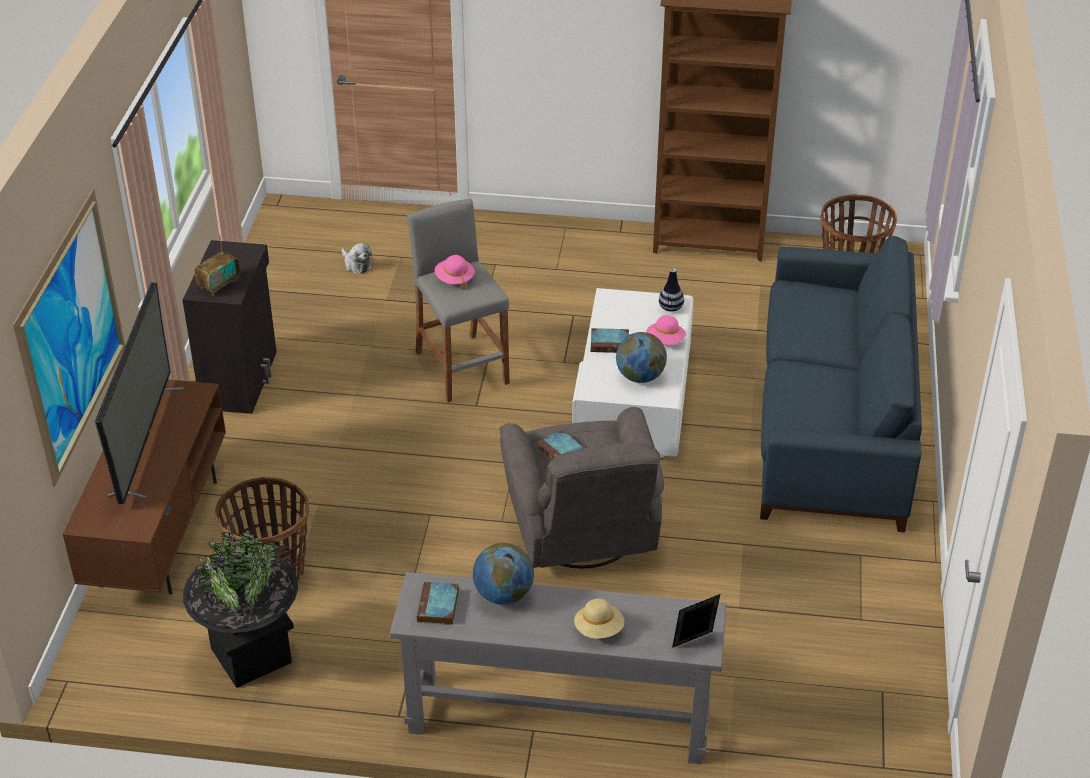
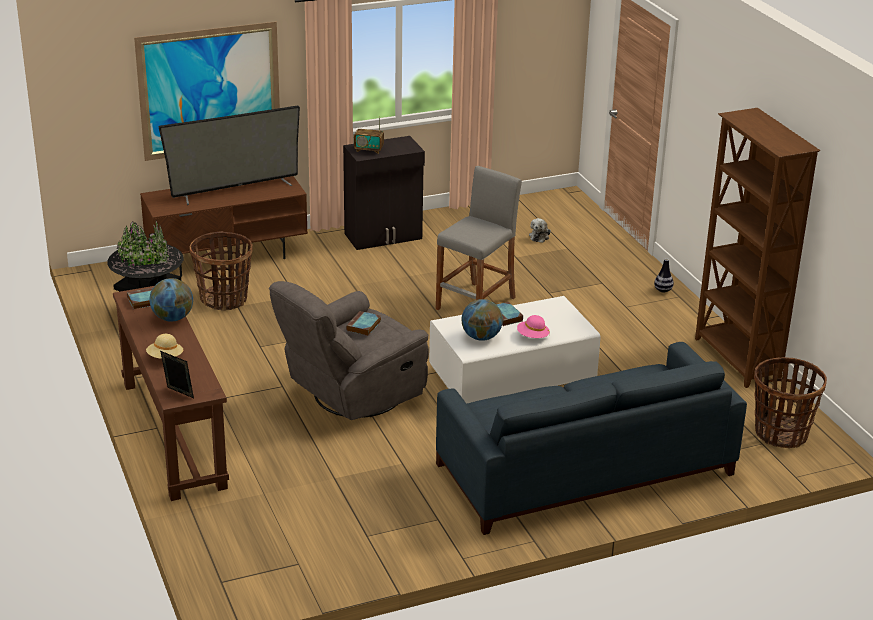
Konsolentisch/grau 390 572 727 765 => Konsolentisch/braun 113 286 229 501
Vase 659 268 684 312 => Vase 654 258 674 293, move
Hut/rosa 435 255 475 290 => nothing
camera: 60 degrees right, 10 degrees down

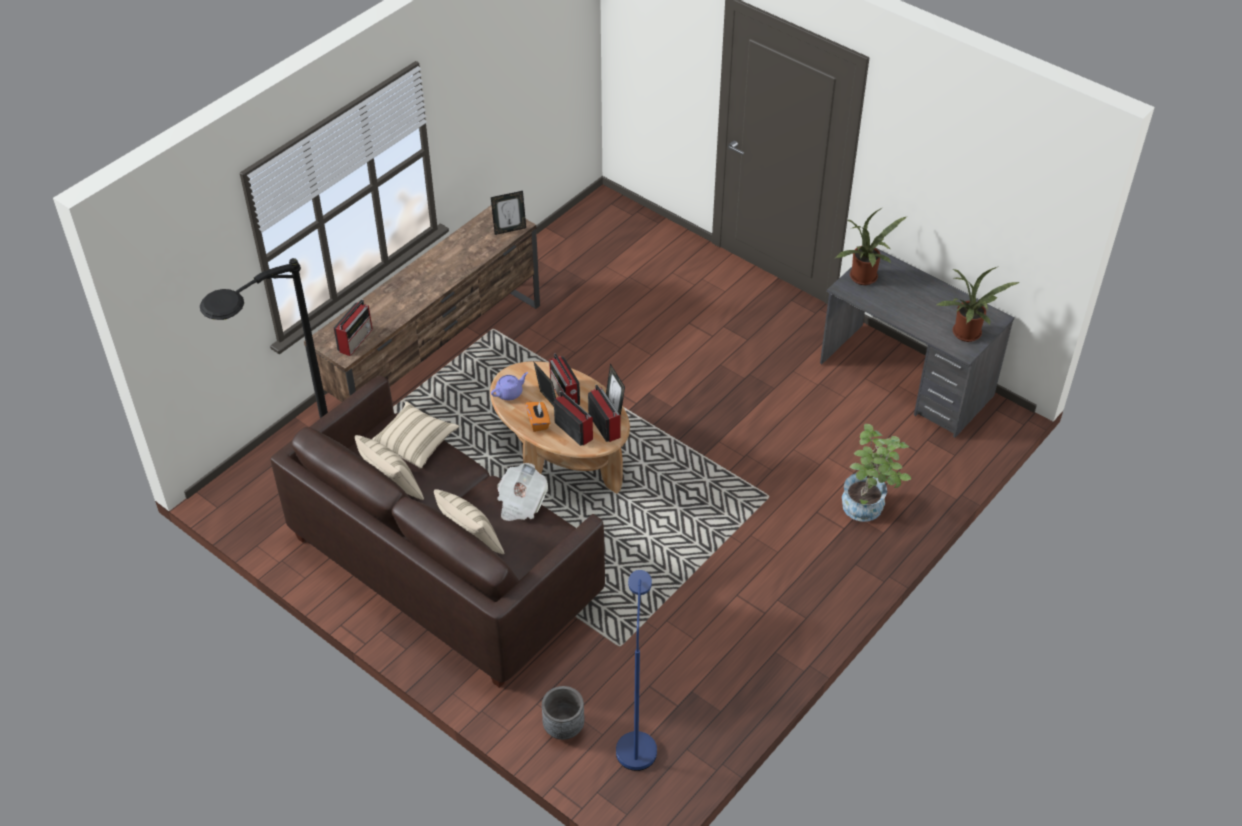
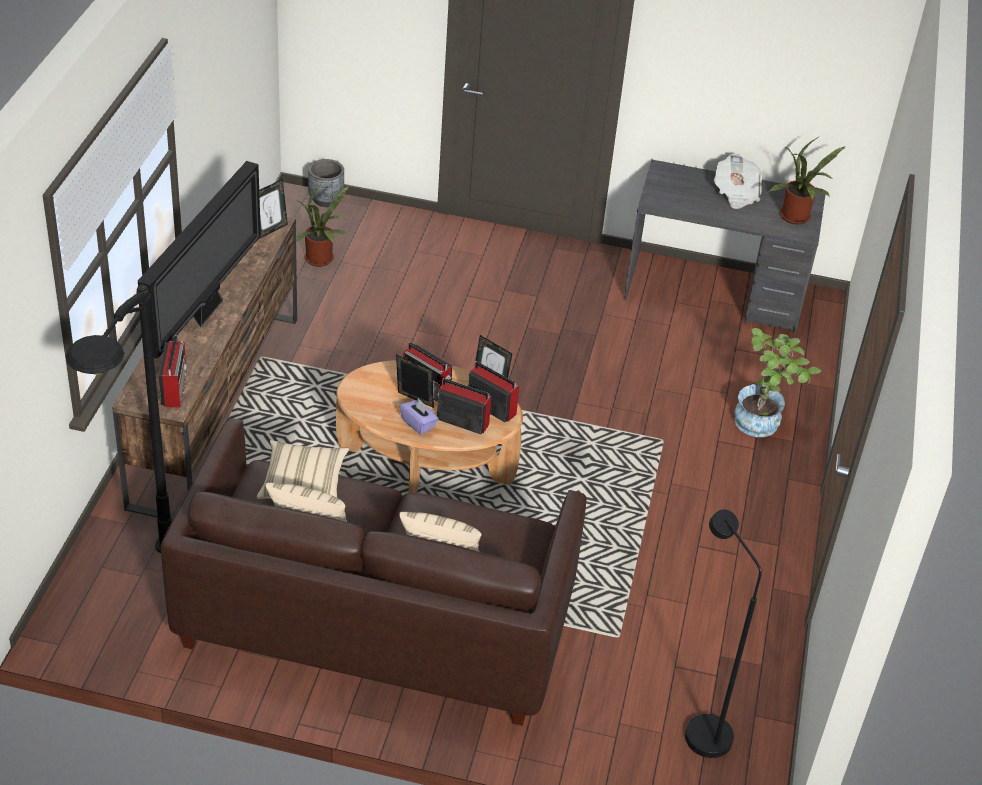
nothing => Fernseher 138 161 261 359
Topfpflanze 835 207 906 285 => Topfpflanze 296 181 349 267, move
Pflanzkübel/grau 542 686 584 740 => Pflanzkübel/grau 308 159 344 207, move
Taschentuchbox/orange 526 402 550 432 => Taschentuchbox/lila 400 398 439 435
Stehlampe/blau 616 570 657 771 => Stehlampe/schwarz 685 509 762 758
Zeitung 497 463 548 521 => Zeitung 714 154 762 209, move
Teekanne/lila 491 372 528 400 => nothing
camera: 30 degrees left, 5 degrees down

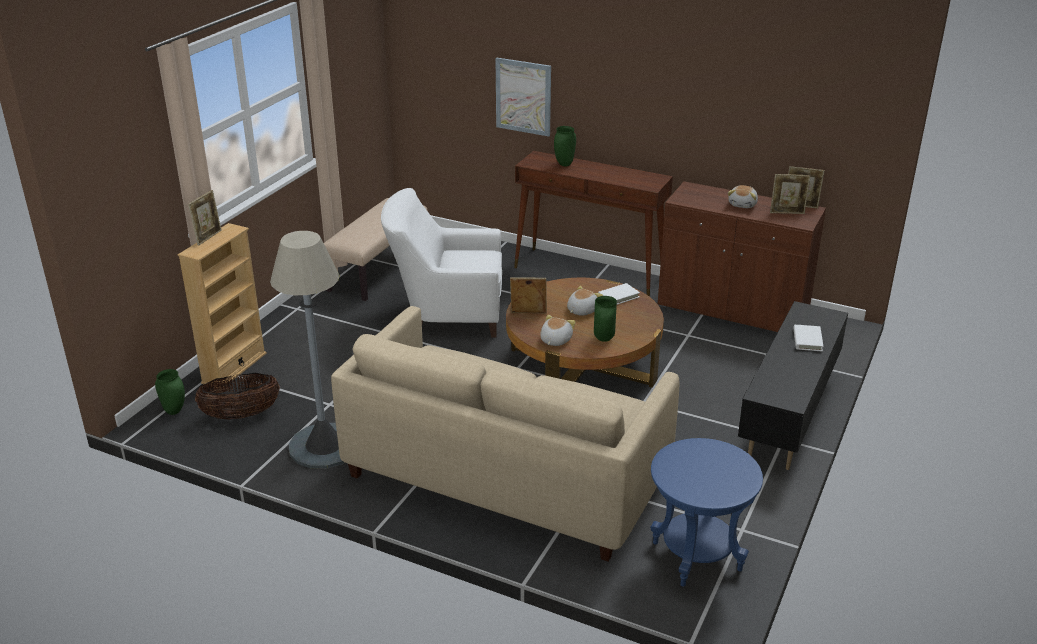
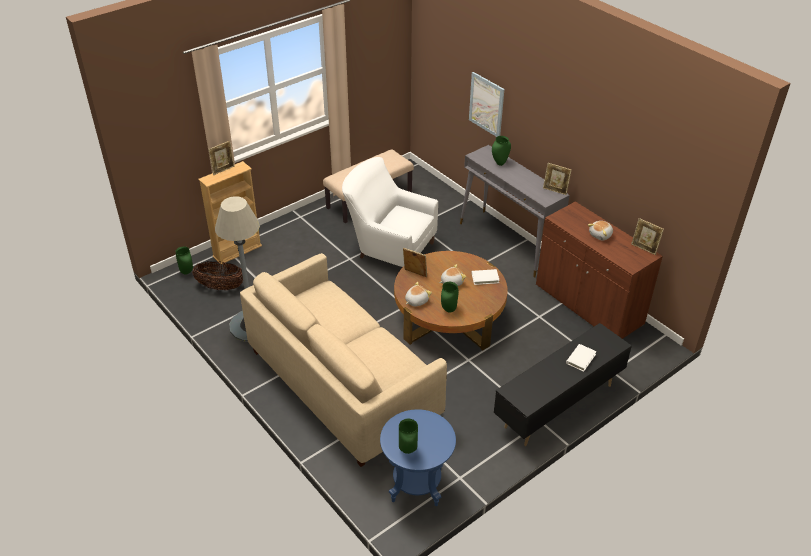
nothing => Vase/grün 399 419 418 454
Konsolentisch/braun 514 151 673 297 => Konsolentisch/grau 460 145 570 278
Bilderrahmen 770 174 810 214 => Bilderrahmen 543 163 572 195, move
camera: 25 degrees right, 10 degrees up

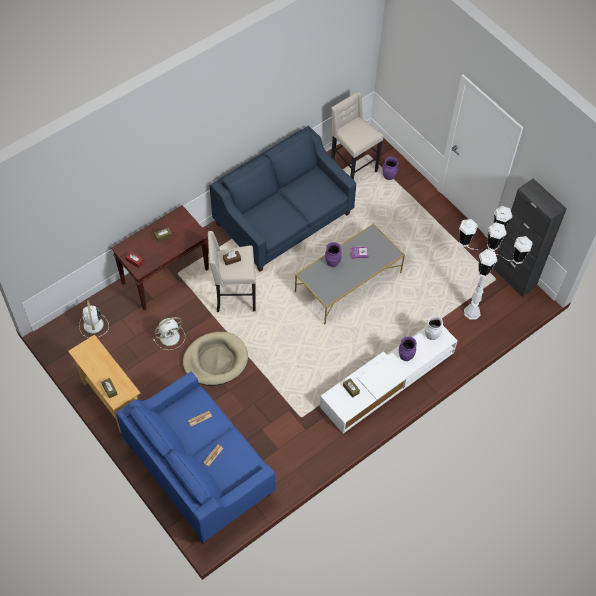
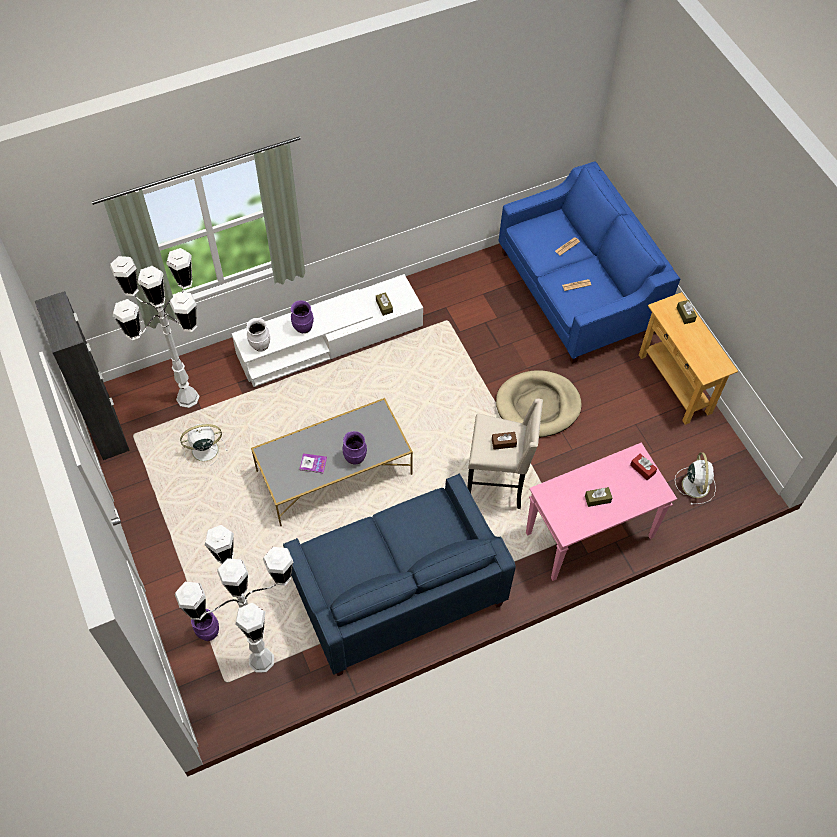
Hocker/beige 331 92 383 180 => Stehlampe/weiß 175 525 293 673
Ventilator/weiß 153 317 185 350 => Ventilator/weiß 180 424 228 467, move
Konsolentisch/braun 111 205 209 310 => Konsolentisch/rosa 526 443 677 581
camera: 165 degrees left, 0 degrees up

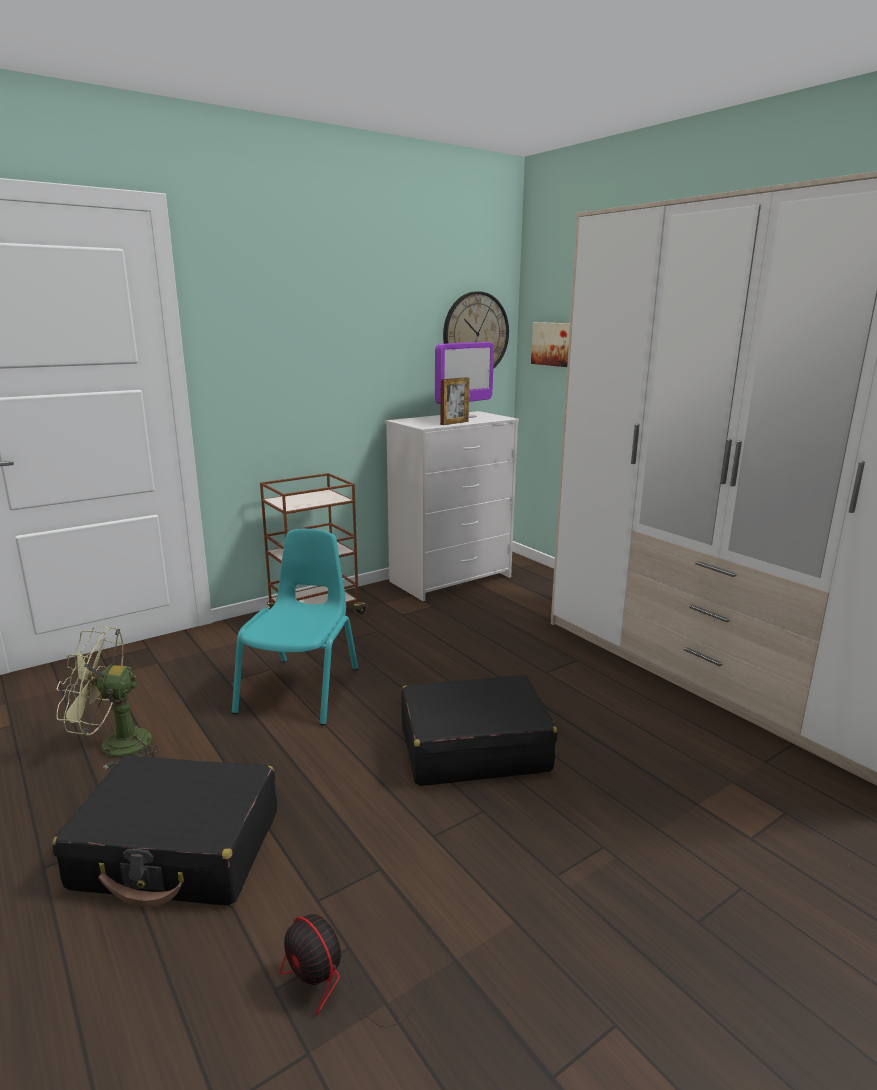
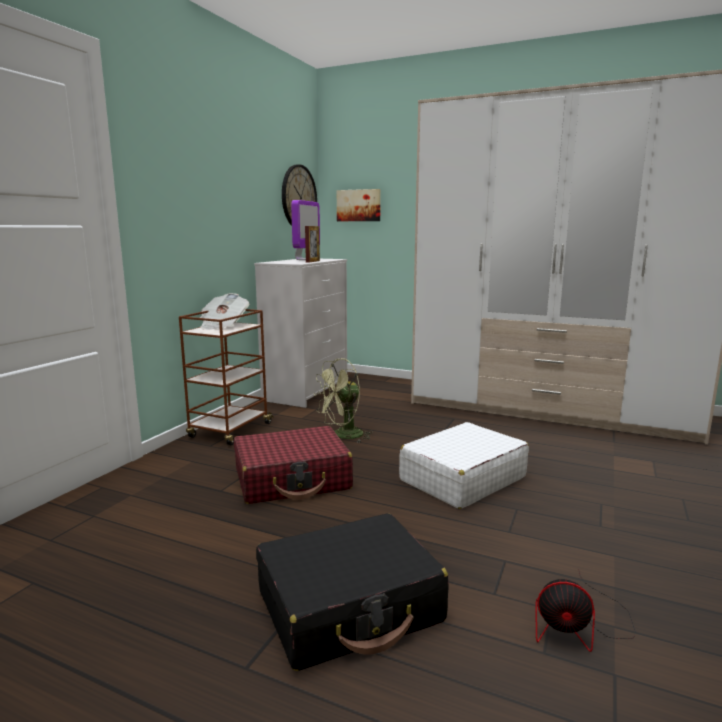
nothing => Zeitung 200 293 249 330
Stuhl/türkis 232 529 358 726 => Koffer/rot 234 426 353 504
Ventilator/grün 56 626 161 769 => Ventilator/grün 314 358 373 442, move
Koffer/schwarz 401 675 557 786 => Koffer/weiß 399 422 529 509
camera: 30 degrees left, 5 degrees down

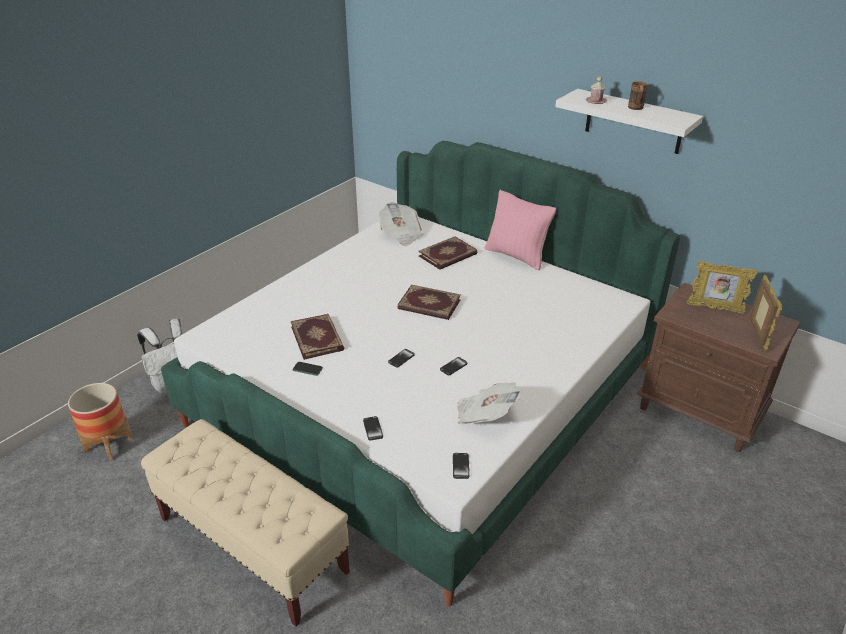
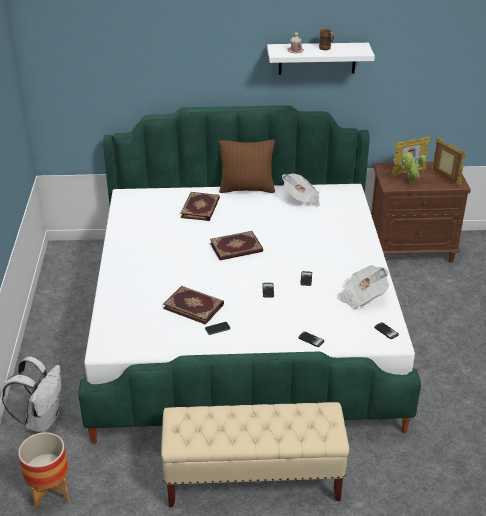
Kissen/rosa 485 190 557 270 => Kissen/braun 219 140 275 193
Zeitung 379 202 423 246 => Zeitung 282 173 320 206, move
nothing => Topfpflanze 402 152 427 184
camera: 40 degrees left, 0 degrees up

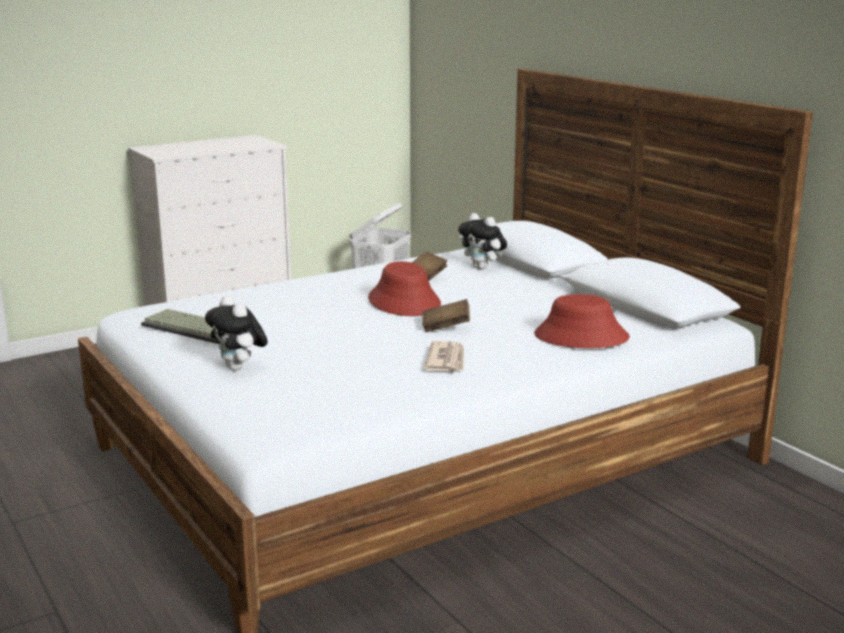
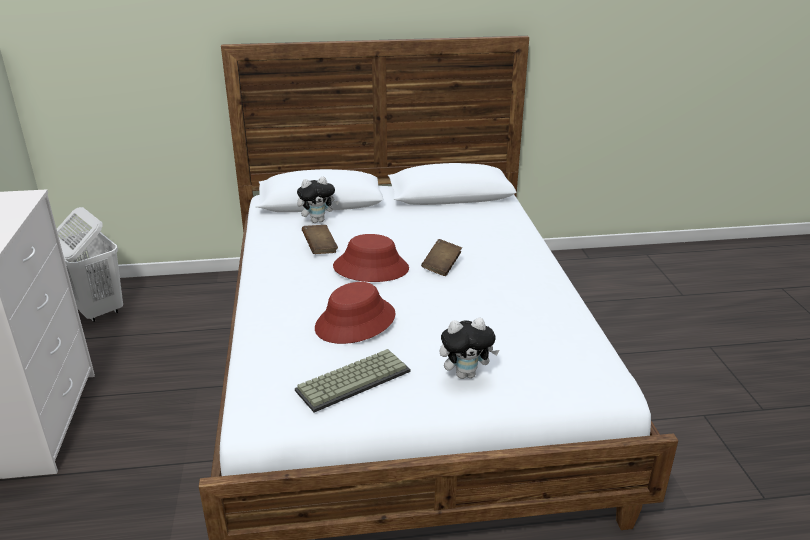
Hut/rot 534 294 630 348 => Hut/rot 315 282 395 344, move
Zeitung 424 341 464 372 => nothing
camera: 65 degrees left, 10 degrees up

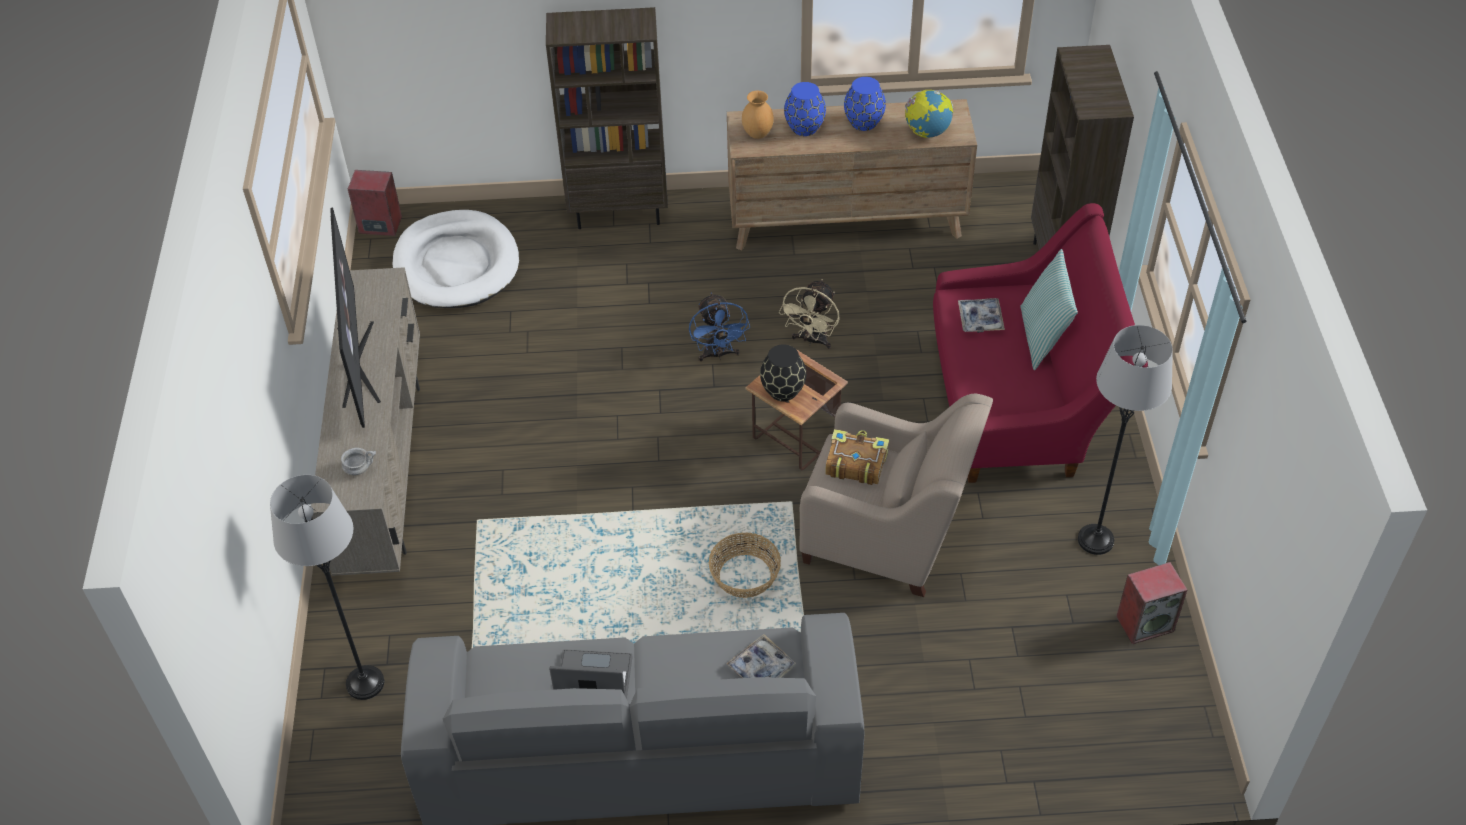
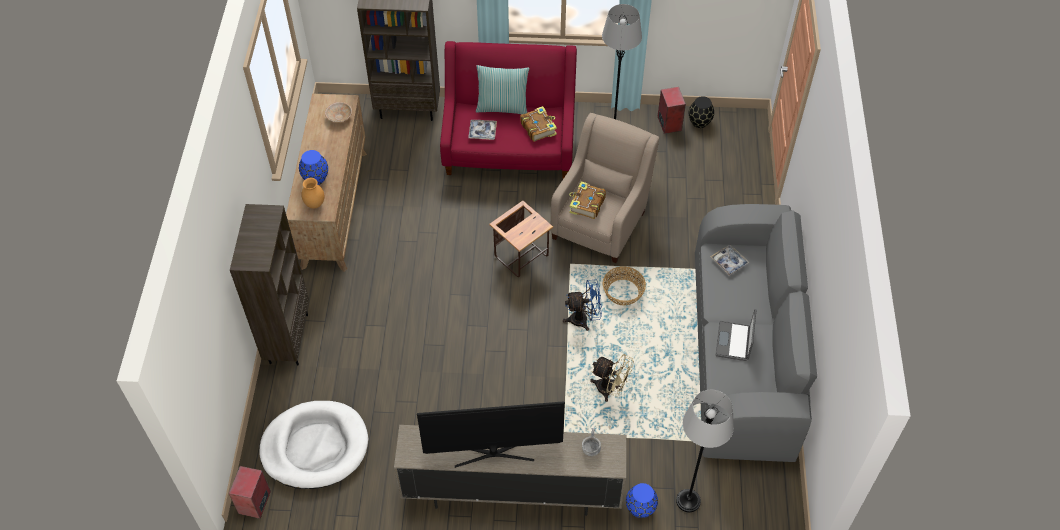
Globus 905 90 953 138 => Schüssel/beige 325 102 352 122
nothing => Buch 520 106 557 142
Ventilator/blau 689 292 750 362 => Ventilator/blau 563 280 602 331, move
Ventilator/beige 779 279 840 349 => Ventilator/beige 590 354 634 402, move
Vase/blau 844 77 886 131 => Vase/blau 626 483 658 518, move
Vase/schwarz 760 345 806 401 => Vase/schwarz 689 96 714 128, move
camera: 85 degrees left, 5 degrees up

